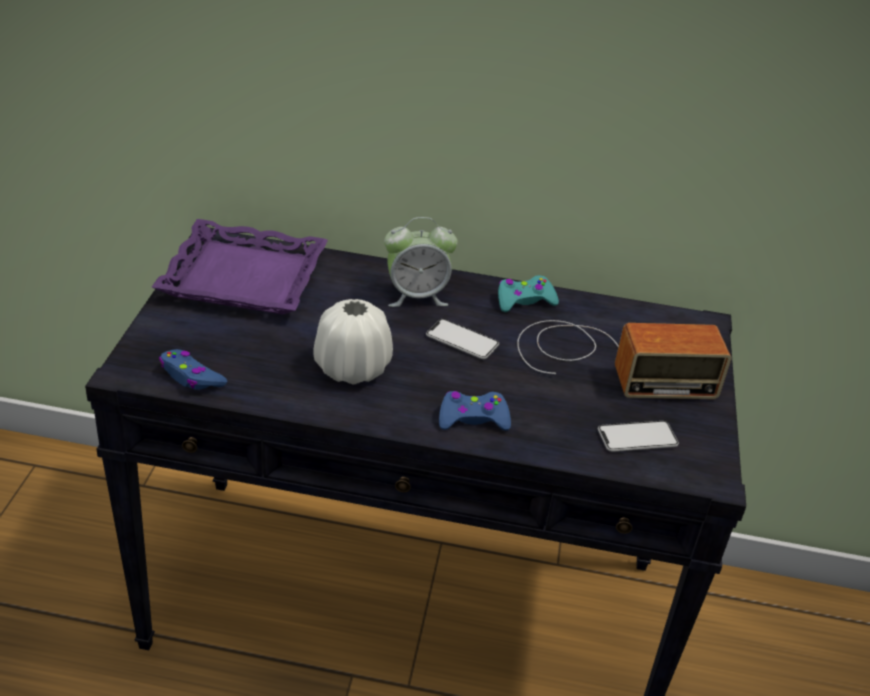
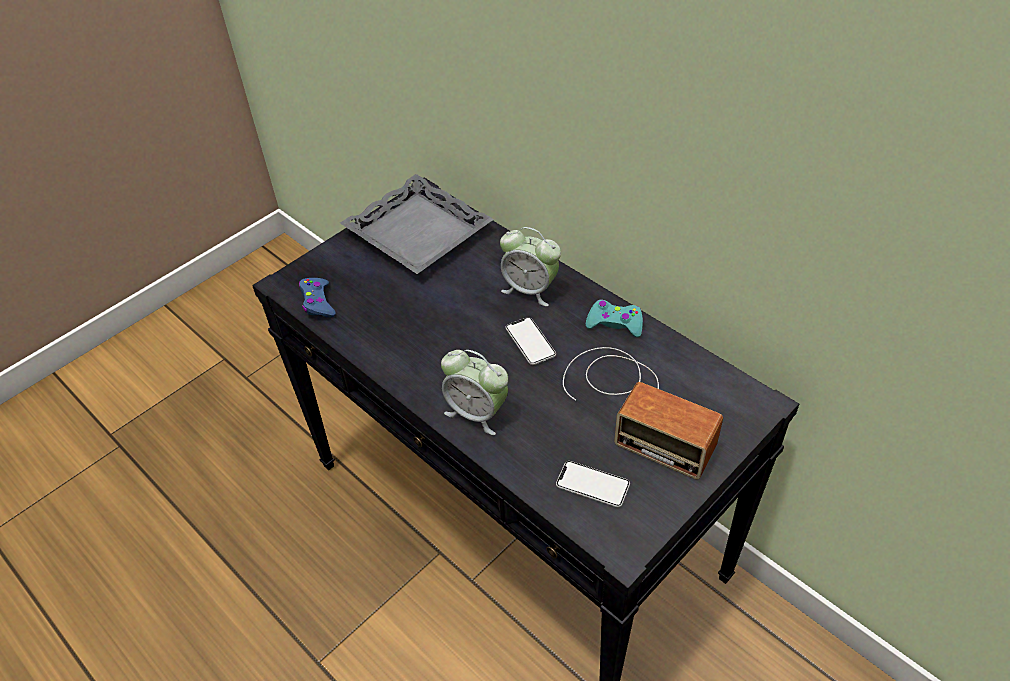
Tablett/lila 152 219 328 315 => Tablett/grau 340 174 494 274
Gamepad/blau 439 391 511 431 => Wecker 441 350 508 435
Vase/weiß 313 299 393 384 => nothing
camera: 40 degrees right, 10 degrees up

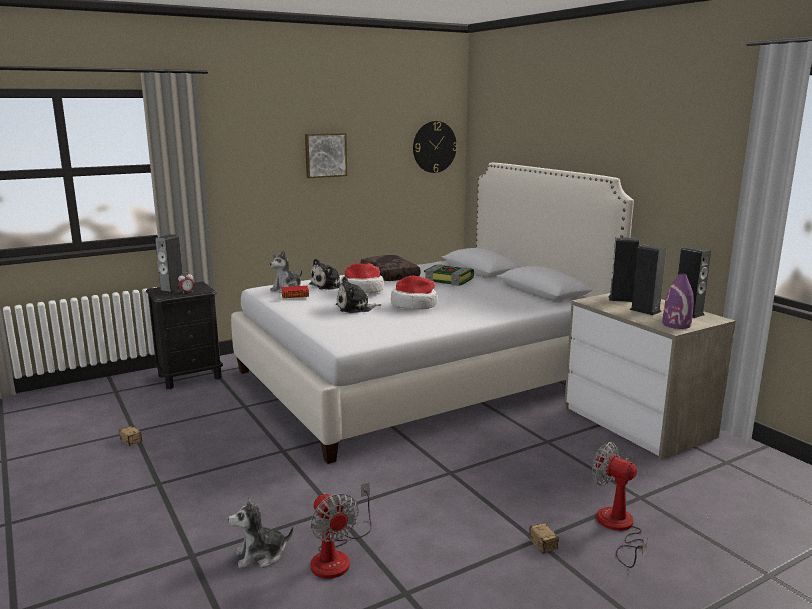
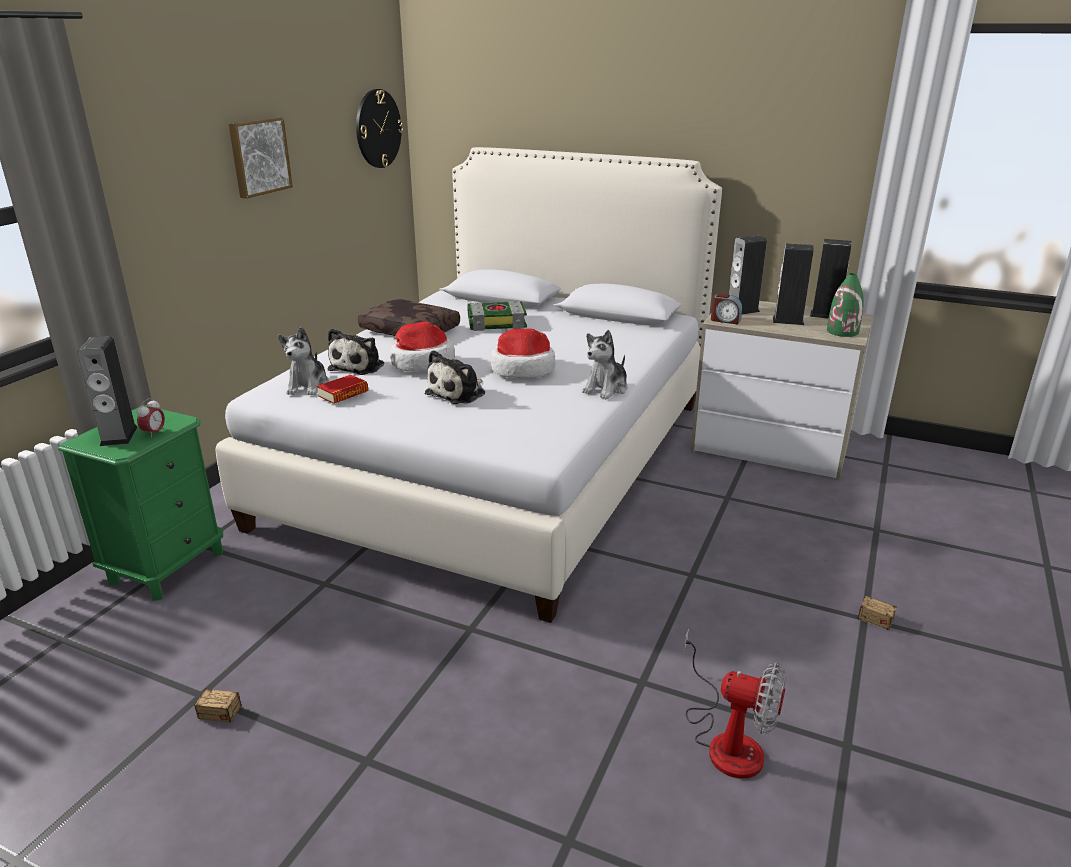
Nachttisch/schwarz 146 282 223 389 => Nachttisch/grün 58 405 223 601
Plüschtier 228 497 294 568 => Plüschtier 582 330 627 399, move
nothing => Wecker 711 294 742 325
Vase/lila 662 273 694 329 => Vase/grün 827 273 864 337
Ventilator 592 442 648 568 => nothing
camera: 35 degrees left, 10 degrees up

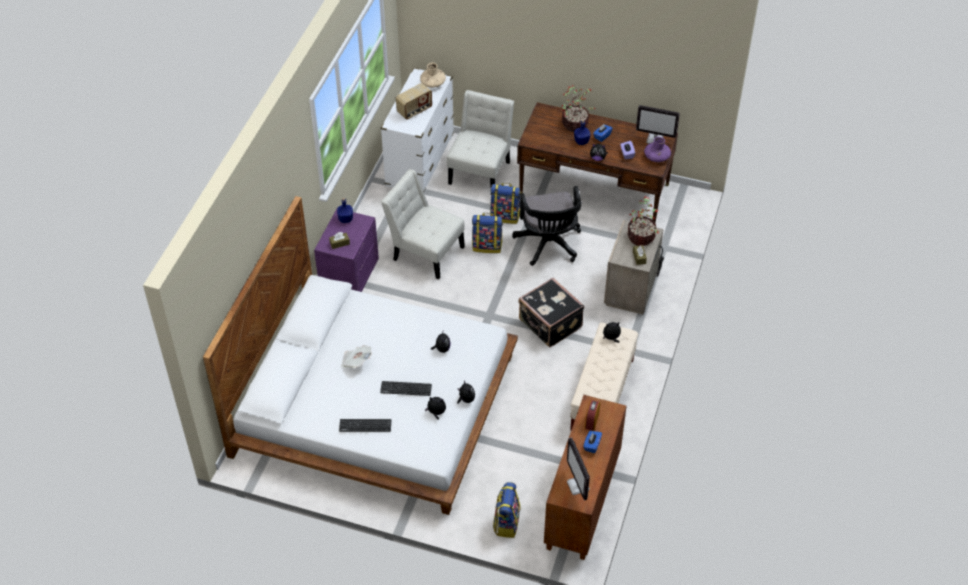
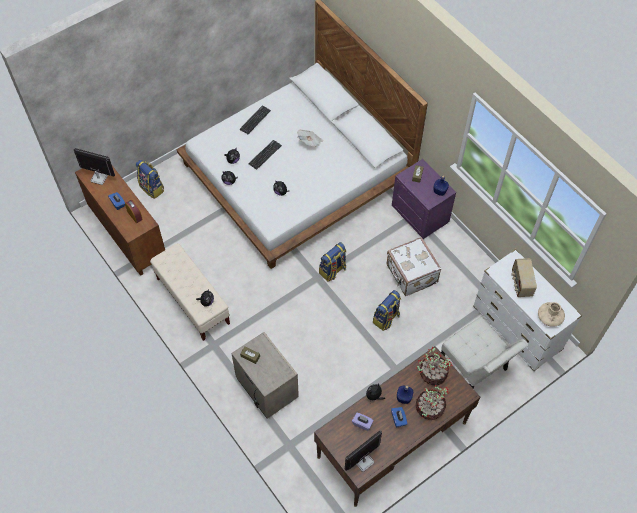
Rucksack 490 183 521 224 => Rucksack 319 242 346 281, move
Stuhl/weiß 381 169 465 280 => Koffer/weiß 386 237 441 296
Topfpflanze 628 196 659 246 => Topfpflanze 416 347 453 385, move
Bürostuhl/schwarz 512 186 582 266 => nothing
Koffer/schwarz 519 278 584 347 => nothing
Vase/lila 644 137 671 162 => nothing
camera: 125 degrees right, 10 degrees up

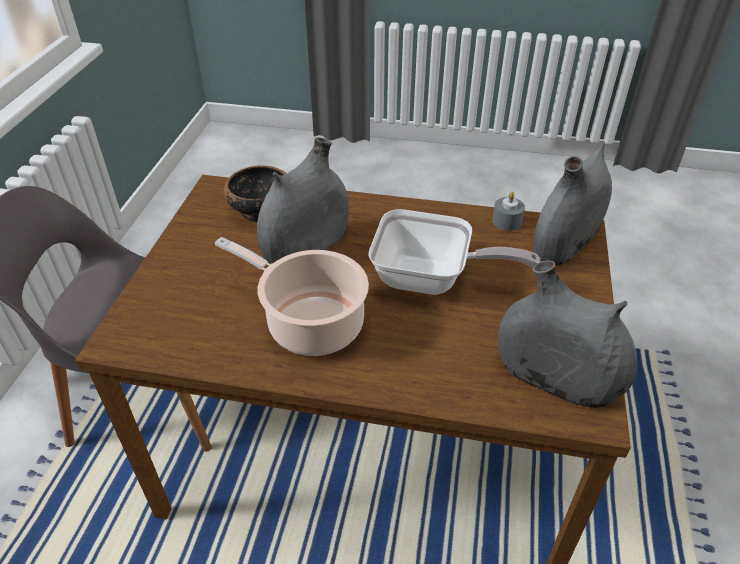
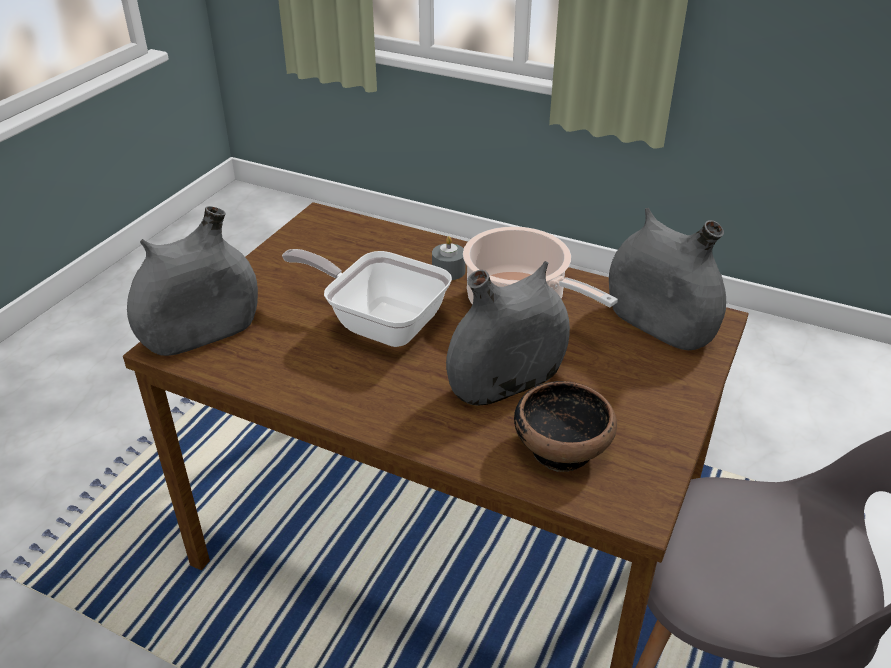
Kerze/grau 492 192 525 231 => Kerze/grau 432 236 466 280, move
Vase/grau 498 260 637 408 => Vase/grau 609 208 726 350, move
camera: 165 degrees left, 5 degrees down

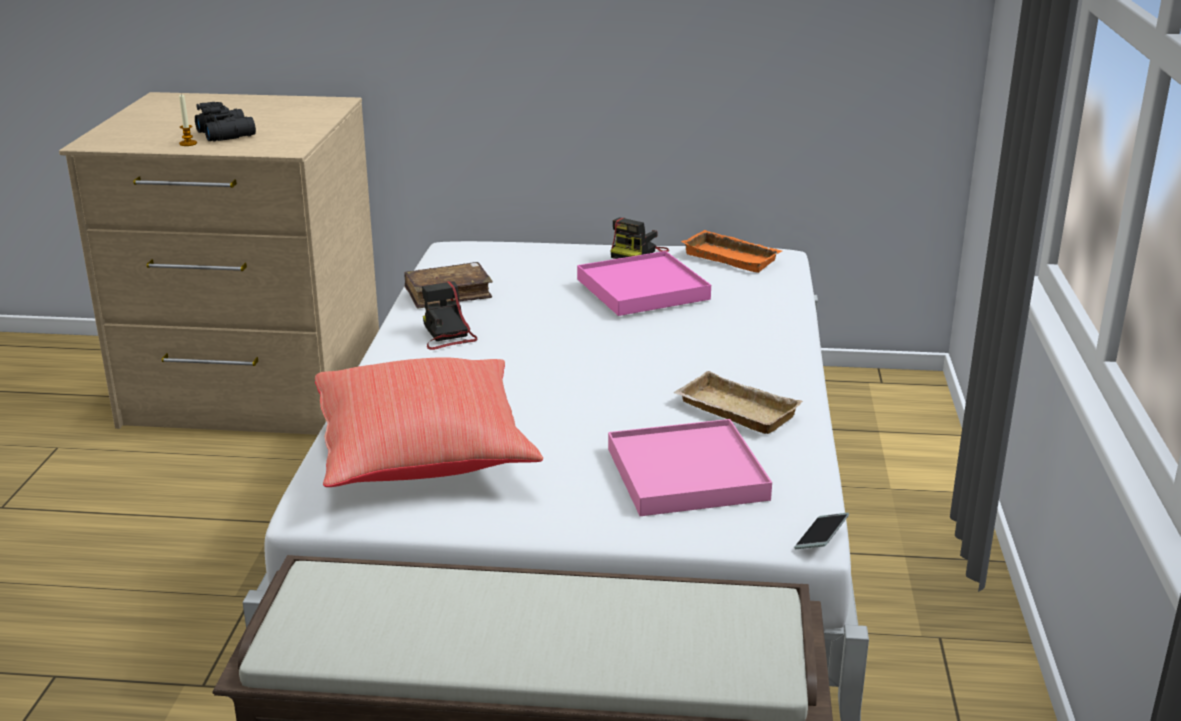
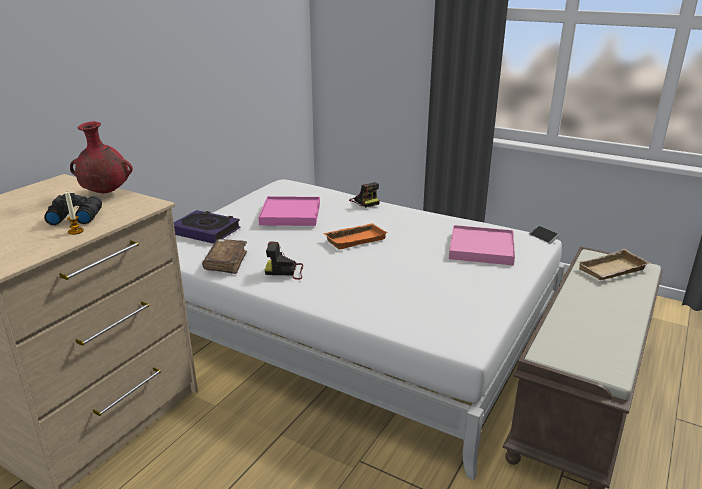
nothing => Vase/rot 70 121 133 193
nothing => Buch 174 210 241 244
Tablett/orange 681 230 782 273 => Tablett/orange 324 223 388 249, move
Kamera 610 218 669 259 => Kamera 349 182 380 208, move
Tablett/beige 673 371 803 434 => Tablett/beige 578 249 650 280, move
Kissen/rot 315 357 543 487 => nothing
camera: 65 degrees left, 0 degrees up

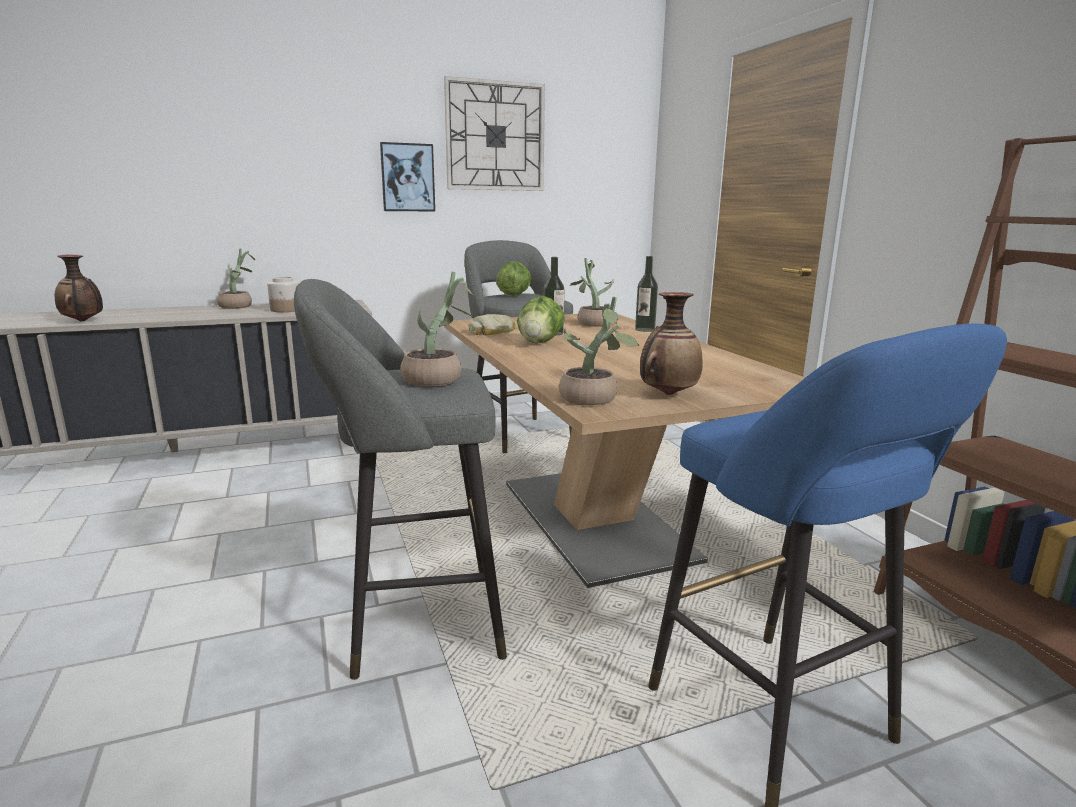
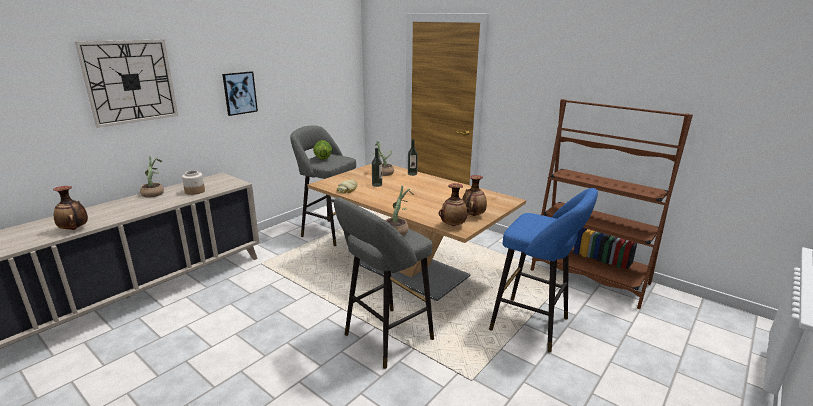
Wanduhr 444 76 545 191 => Wanduhr 75 39 178 128, move
Topfpflanze 559 297 640 406 => Vase 438 183 470 226
Salatkopf 517 296 565 344 => nothing
camera: 30 degrees left, 5 degrees up

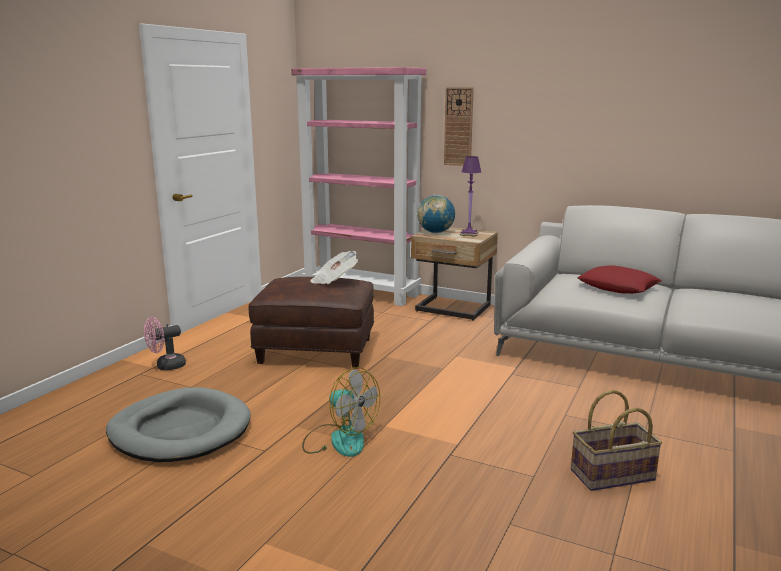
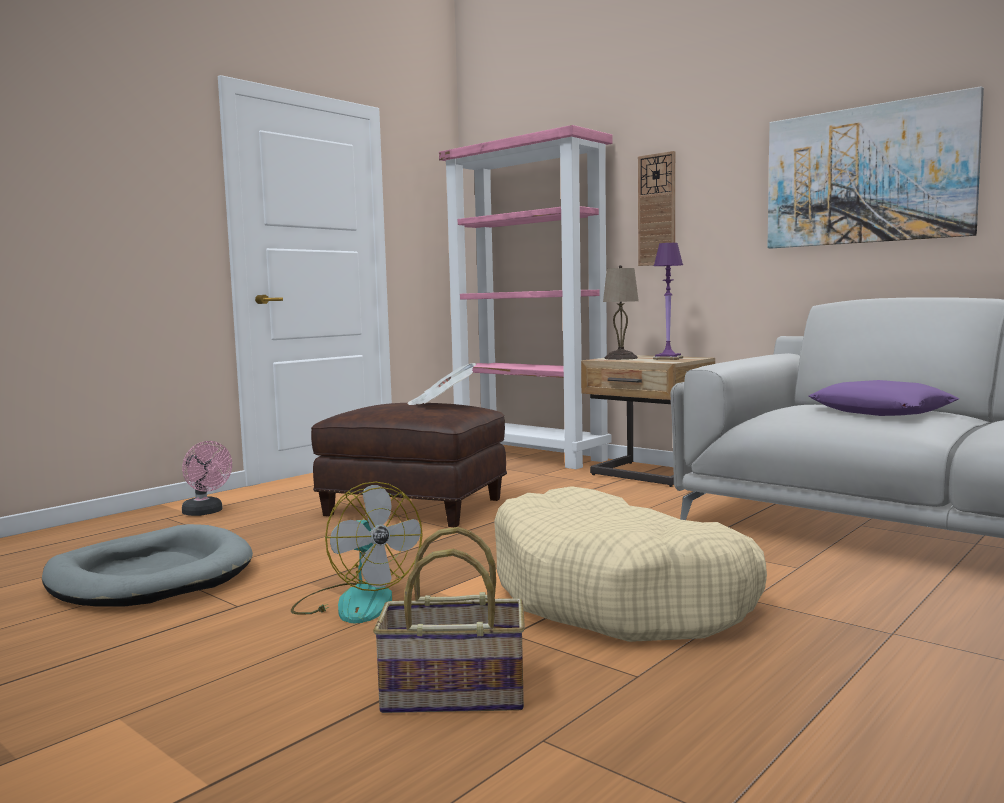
Ventilator/rosa 144 317 186 370 => Ventilator/rosa 182 441 232 516, 120 degrees counterclockwise
Korb 571 390 662 491 => Korb 373 527 525 713, move
nothing => Hundebett/beige 494 486 767 642
Globus 417 195 455 233 => Tischlampe/beige 603 265 639 360
nothing => Bild 767 86 984 248
Kissen/rot 577 266 662 294 => Kissen/lila 809 380 959 416
camera: 15 degrees right, 10 degrees down

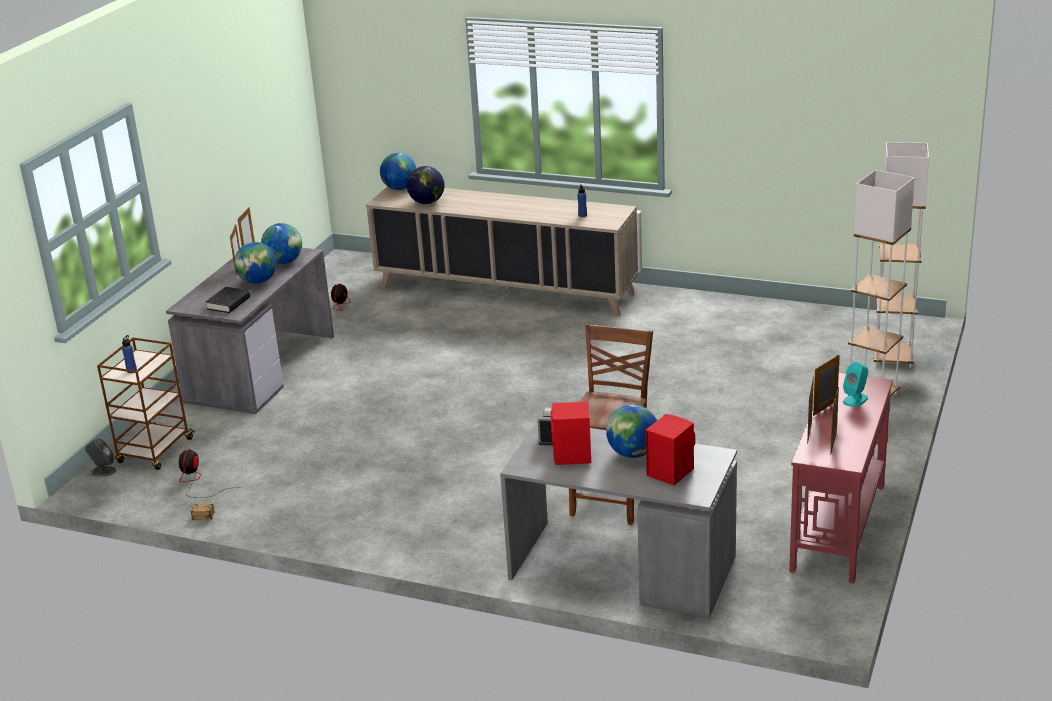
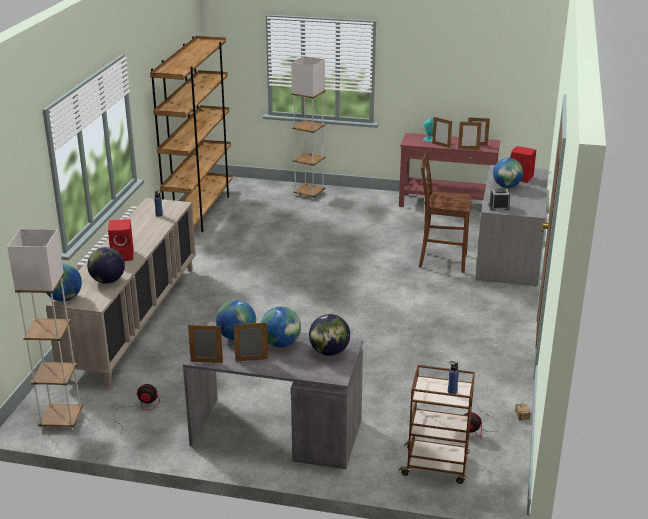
Stehlampe/weiß 874 142 929 368 => Stehlampe/weiß 7 229 83 431, move
Lautsprecher/rot 551 402 591 465 => Lautsprecher/rot 108 219 134 261, move
nothing => Bücherregal/braun 150 36 233 232
Buch/schwarz 206 287 250 313 => Globus 309 314 350 356
Lautsprecher/grau 85 438 116 476 => nothing
camera: 100 degrees left, 0 degrees up

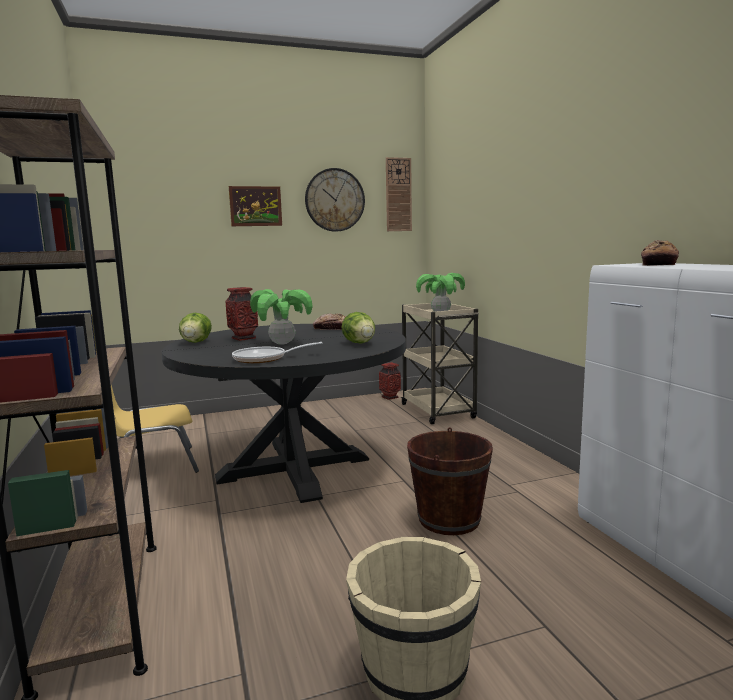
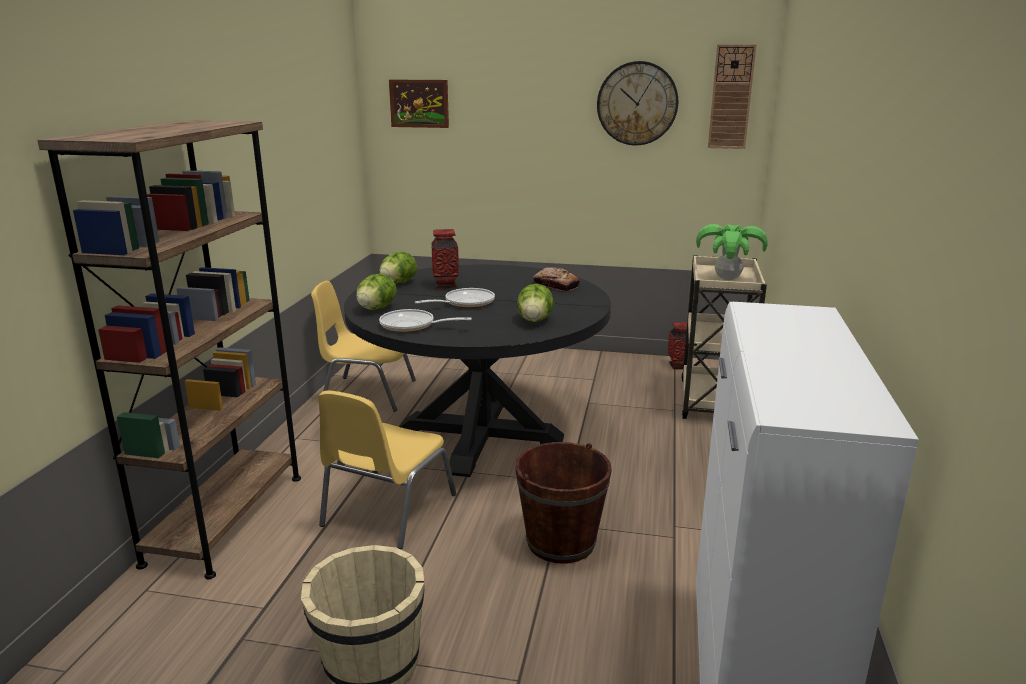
nothing => Stuhl/gelb 318 391 456 549
nothing => Salatkopf 356 274 397 310
Bild 229 186 282 226 => Bild 389 80 449 128, move
Topfpflanze 250 289 313 344 => Pfanne 415 288 495 308
Brot 641 240 679 266 => nothing
camera: 30 degrees right, 10 degrees up

